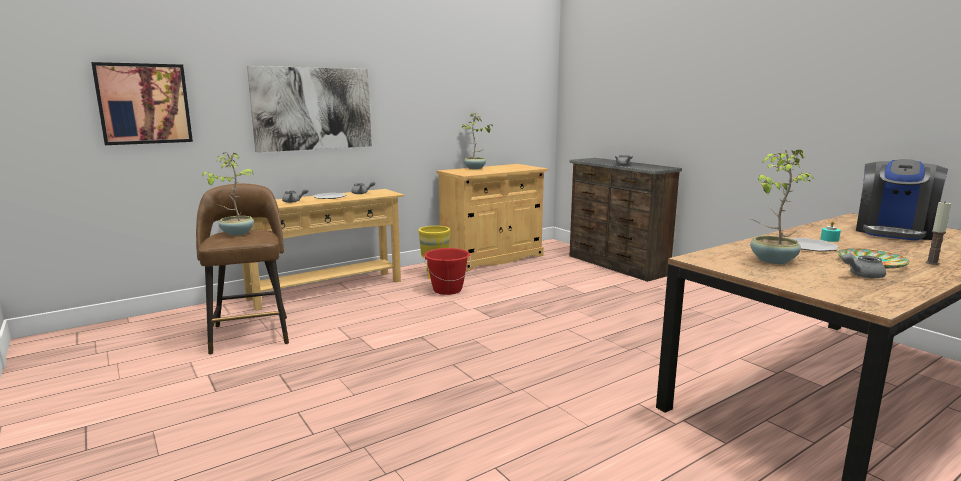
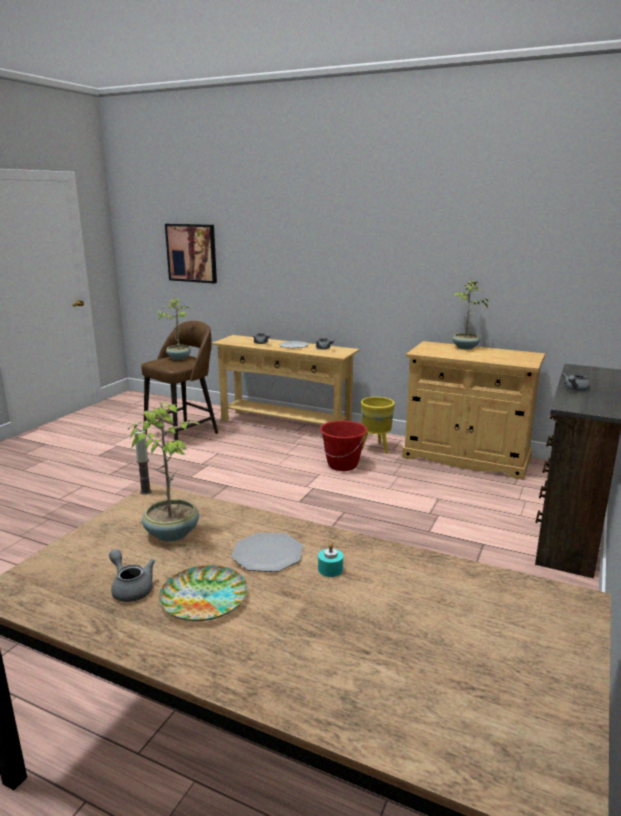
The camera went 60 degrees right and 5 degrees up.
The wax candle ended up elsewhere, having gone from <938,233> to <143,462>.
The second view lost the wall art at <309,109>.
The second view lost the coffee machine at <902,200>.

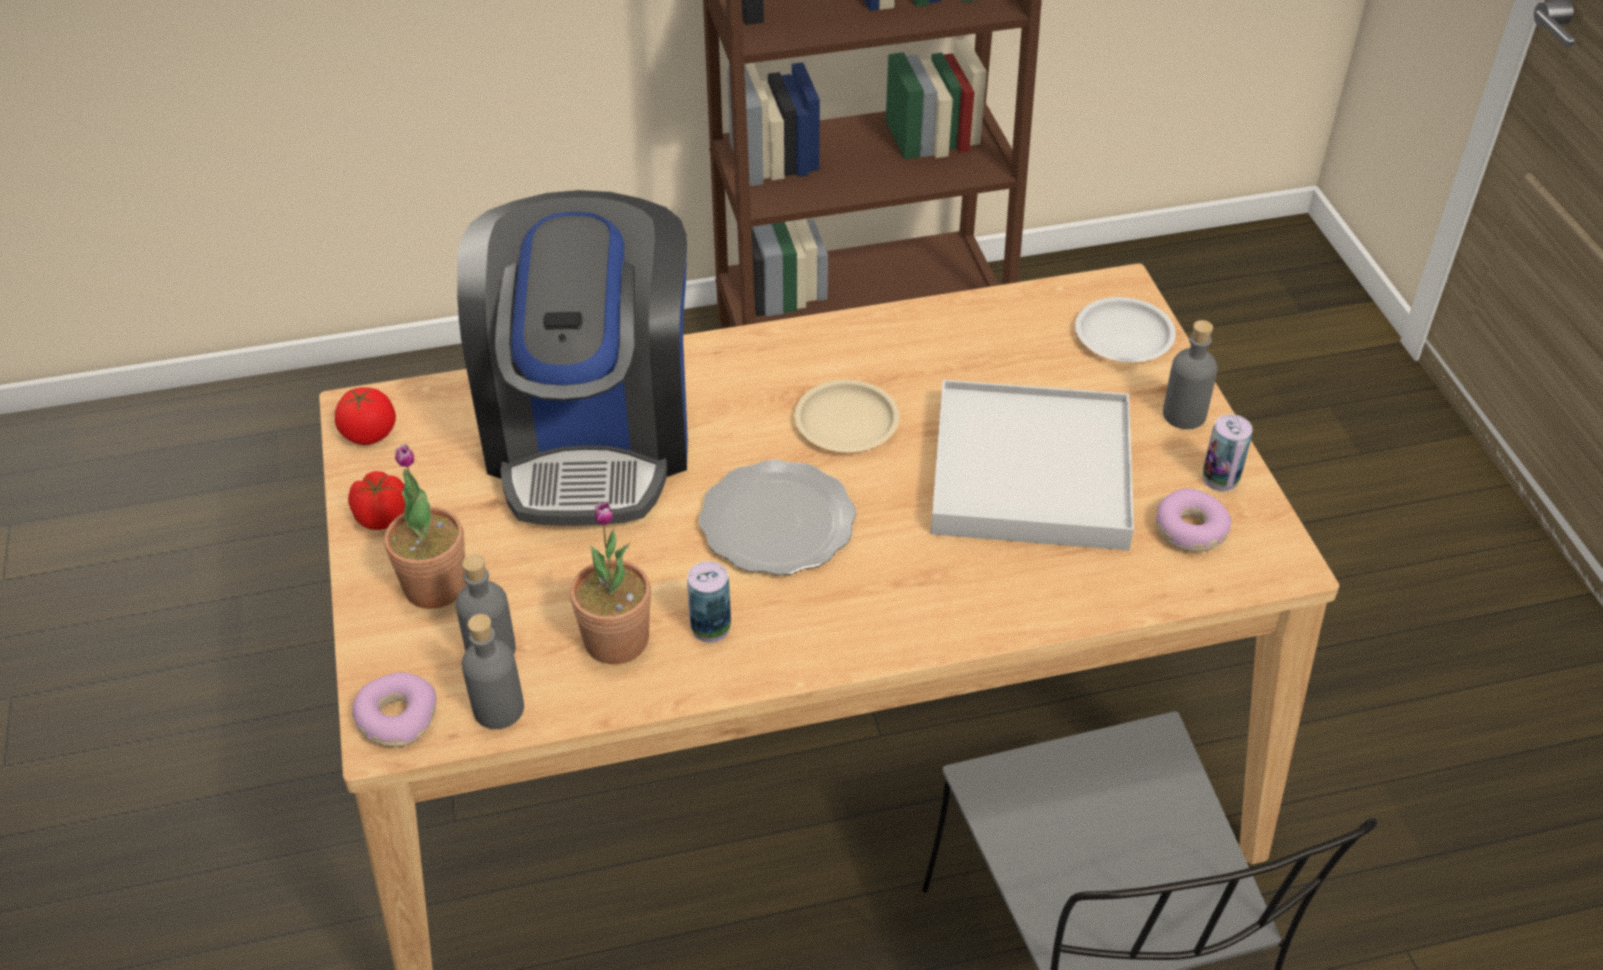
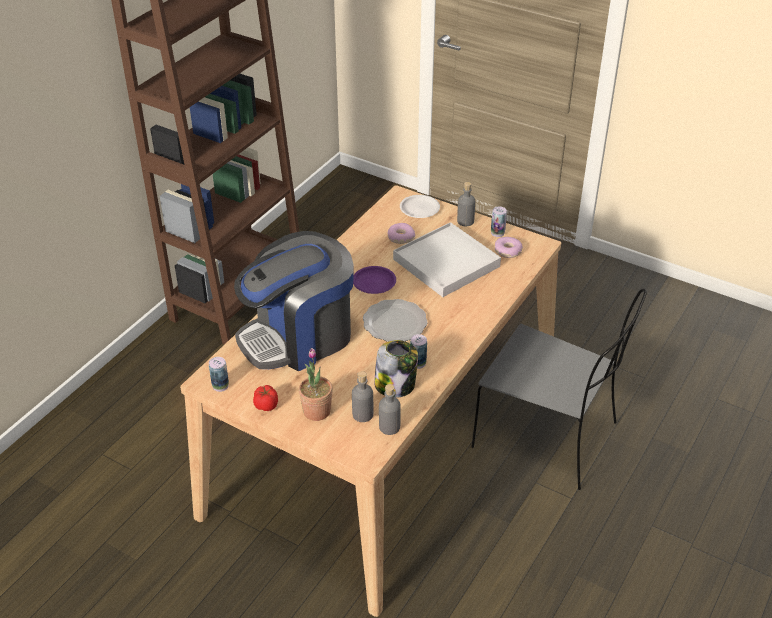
The camera went 45 degrees left and 5 degrees down.
Where the fresh tomato stood at <365,416>, the sealed can came to stand at <219,374>.
The coffee machine at <572,358> ended up facing another way, 105 degrees clockwise from before.
What was the dinner plate/beige at <847,416> turned into the dinner plate/purple-coloured at <374,280>.
Where the plant in a pot stood at <610,582>, the jar came to stand at <396,369>.
The doughnut ended up elsewhere, having gone from <394,709> to <401,233>.

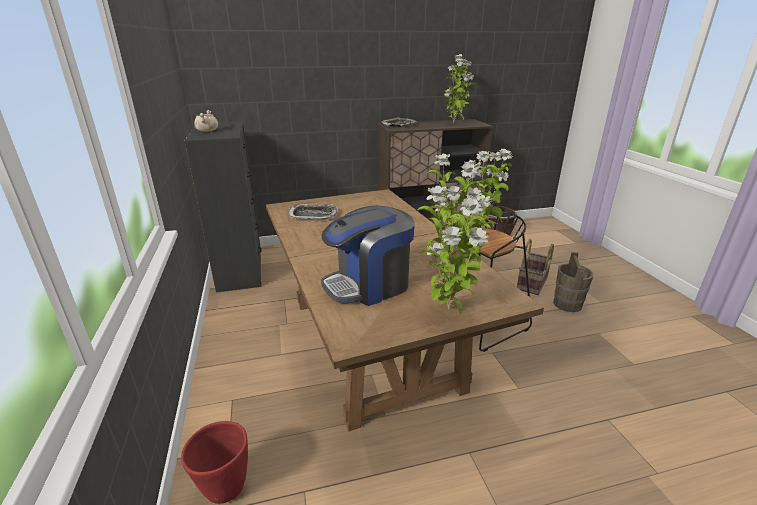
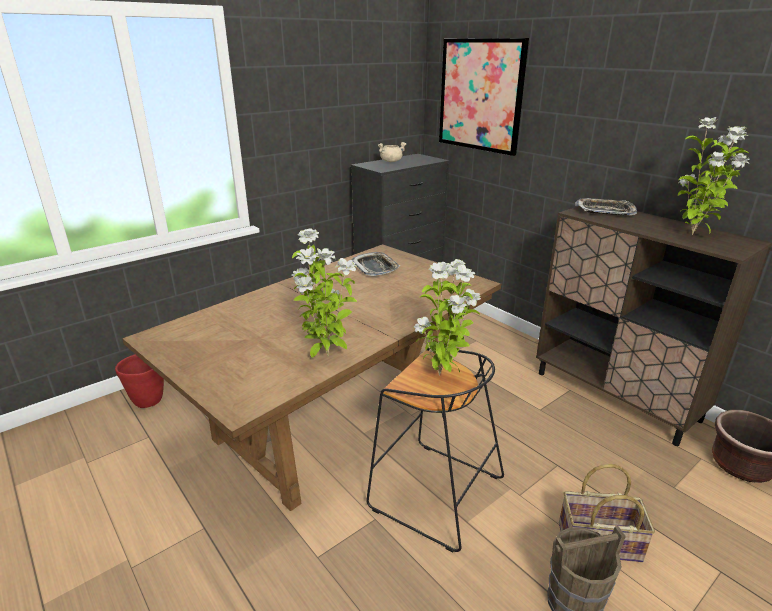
The camera went 65 degrees right and 0 degrees up.
The second view gained the wall art at <484,97>.
The second view lost the coffee machine at <368,256>.
The second view lost the plant in a pot at <454,250>.

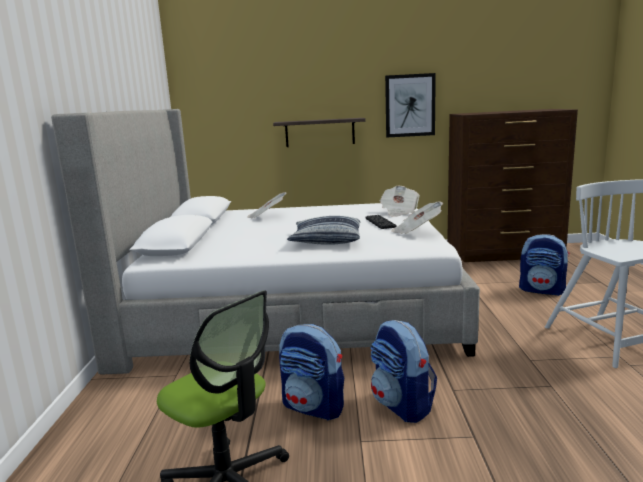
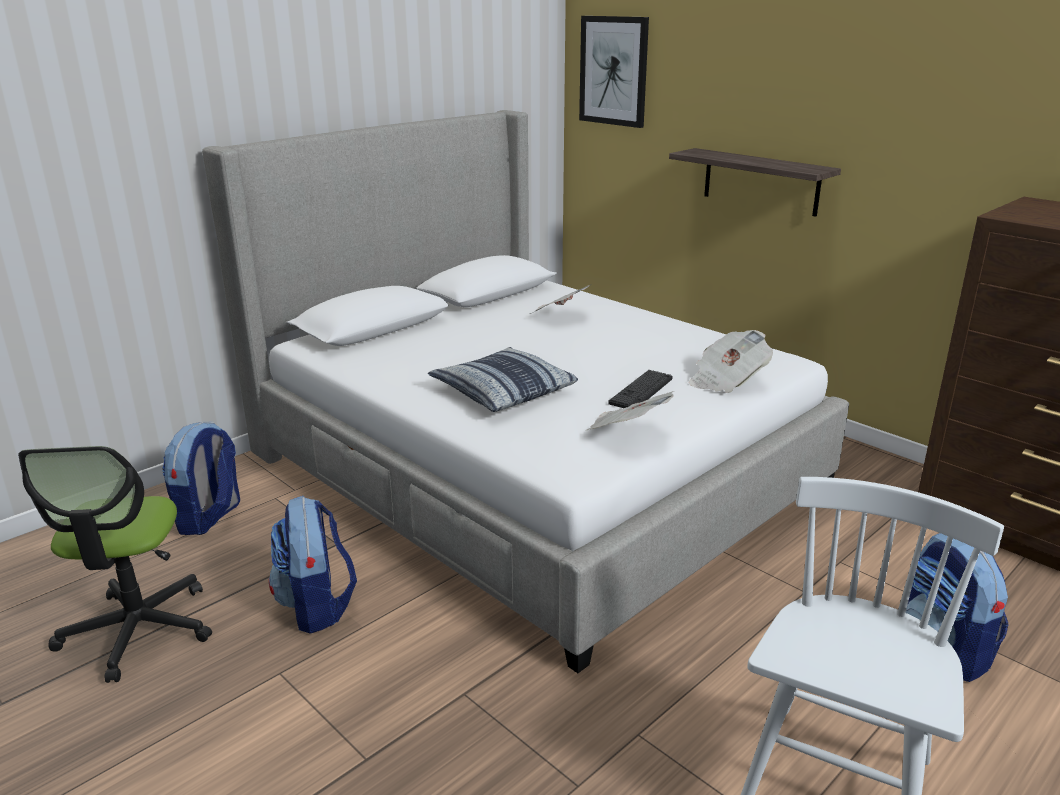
The camera went 45 degrees right and 10 degrees up.
The rucksack ended up elsewhere, having gone from <403,371> to <201,478>.
The wall art ended up elsewhere, having gone from <410,105> to <614,72>.

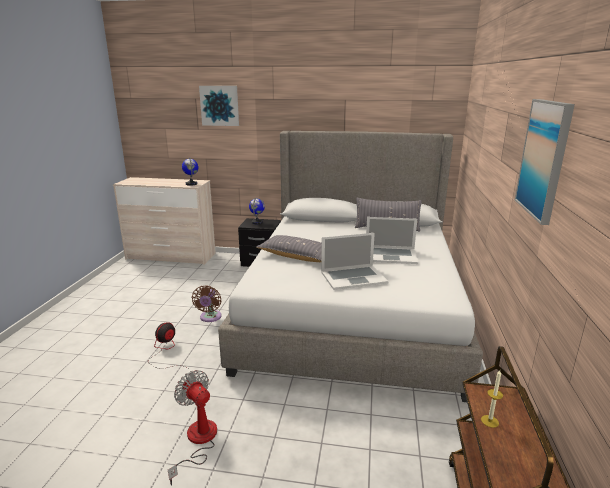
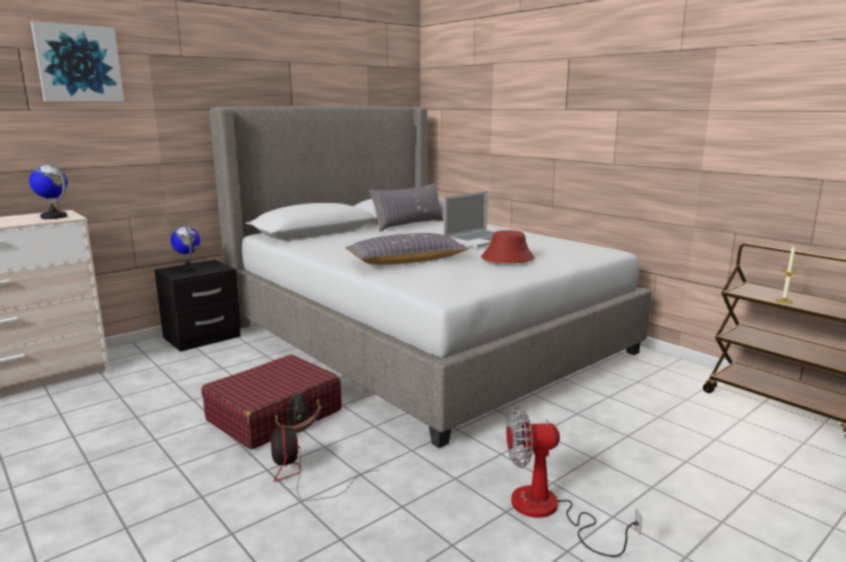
The camera went 50 degrees left and 5 degrees down.
Where the electric fan/brown-coloured stood at <207,303>, the piece of luggage/reddish came to stand at <271,402>.
Where the laptop stood at <355,261>, the wearable hat/reddish came to stand at <507,246>.
The second view lost the wall art at <545,162>.

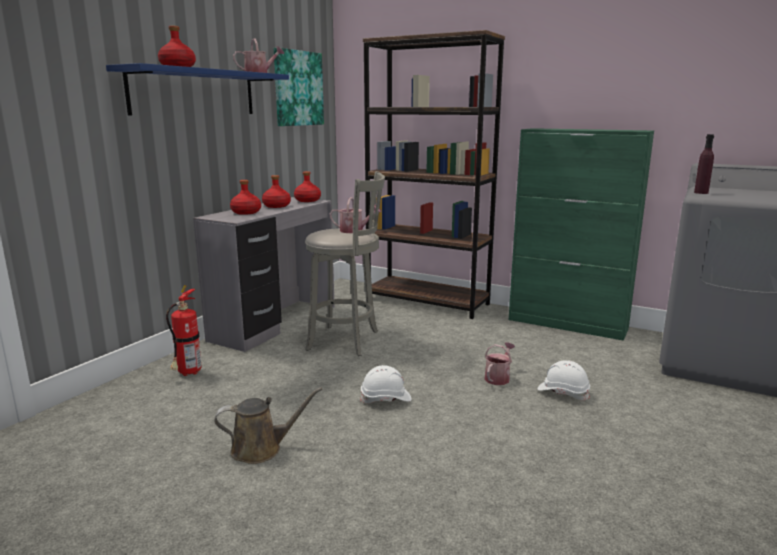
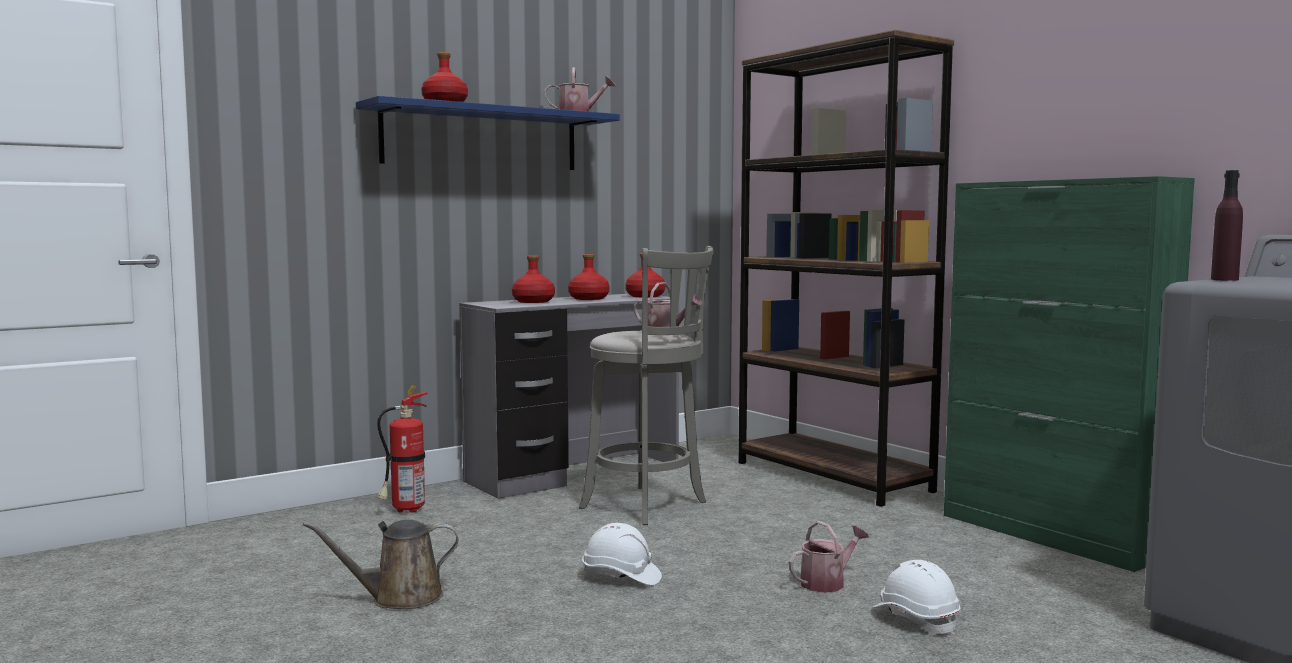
The camera went 25 degrees right and 10 degrees down.
The watering pot/brown-coloured at <268,425> ended up facing another way, 150 degrees clockwise from before.
The second view lost the wall art at <299,87>.

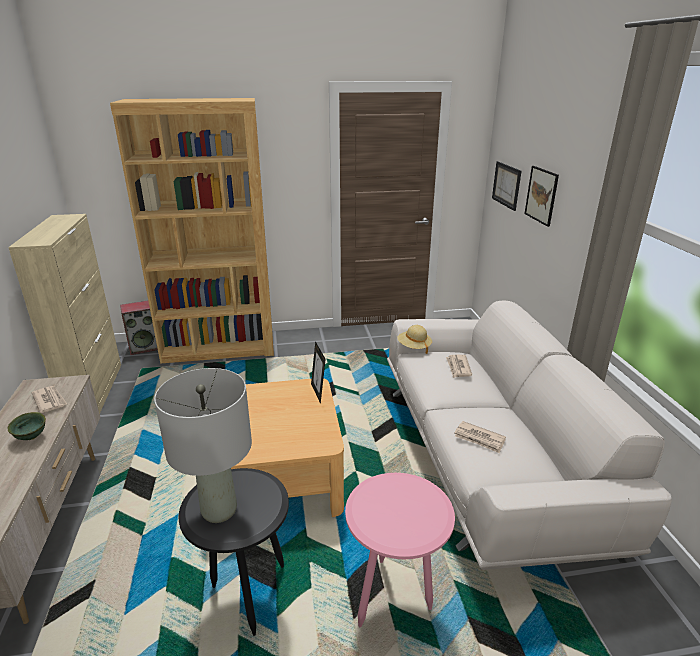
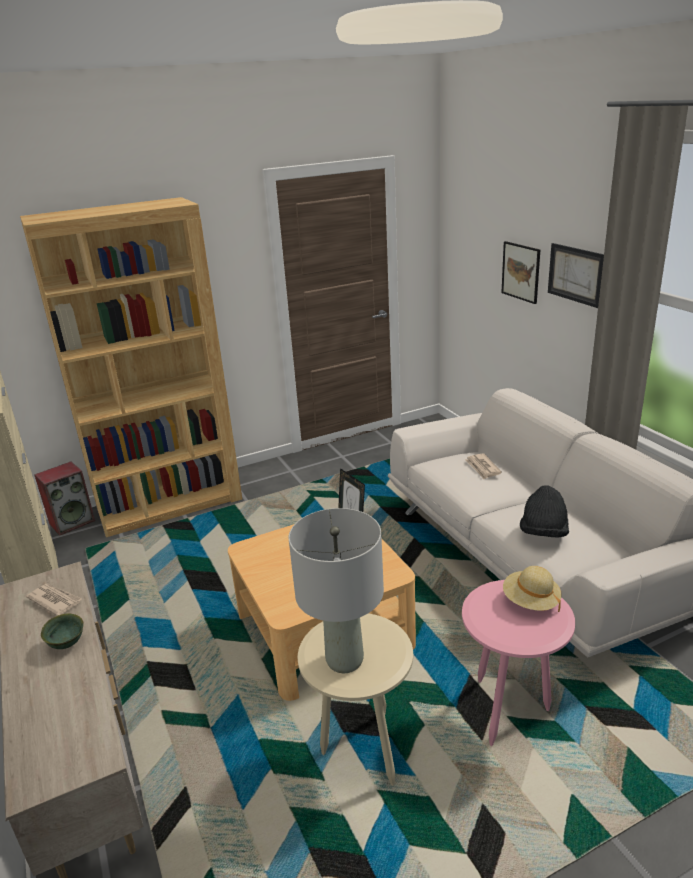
The camera went 15 degrees left and 0 degrees up.
What was the accent table/black-coloured at <234,552> turned into the accent table/beige at <355,700>.
The wearable hat/beige ended up elsewhere, having gone from <414,339> to <532,589>.
Where the newspaper stood at <480,437>, the wearable hat/black-coloured came to stand at <544,511>.
The wall art ended up elsewhere, having gone from <507,186> to <576,275>.

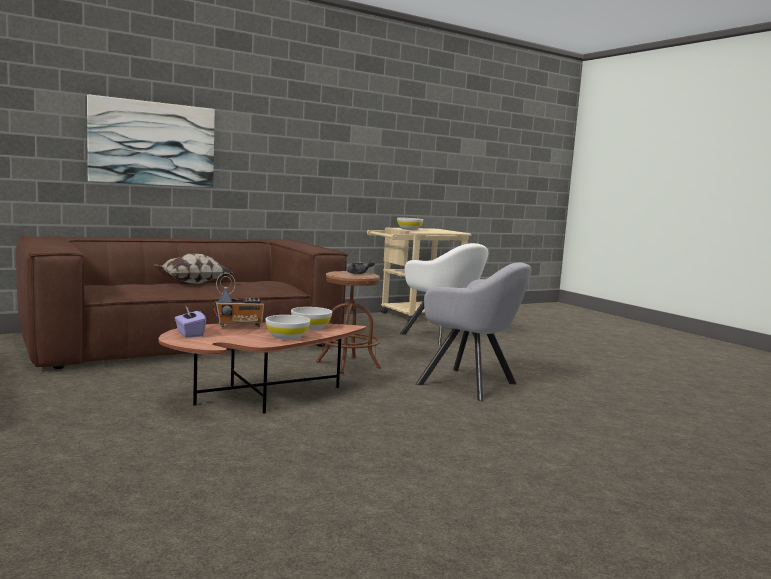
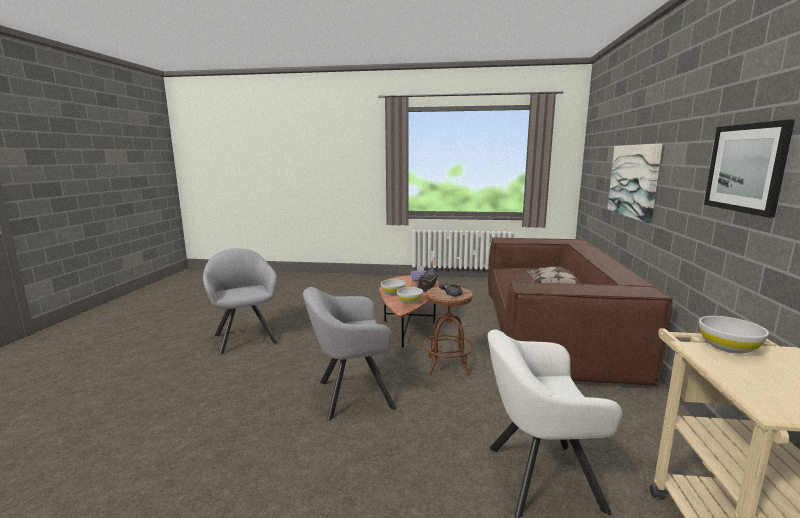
The camera went 130 degrees right and 5 degrees up.
The second view gained the lounge chair/gray at <240,301>.
The second view gained the wall art at <749,168>.

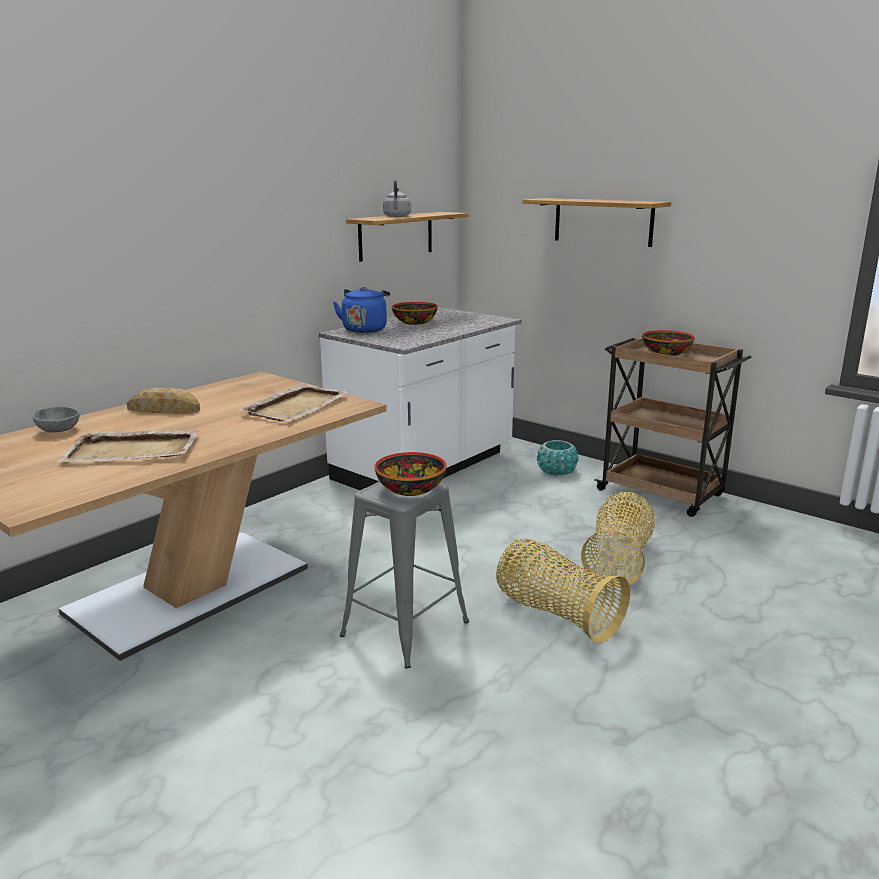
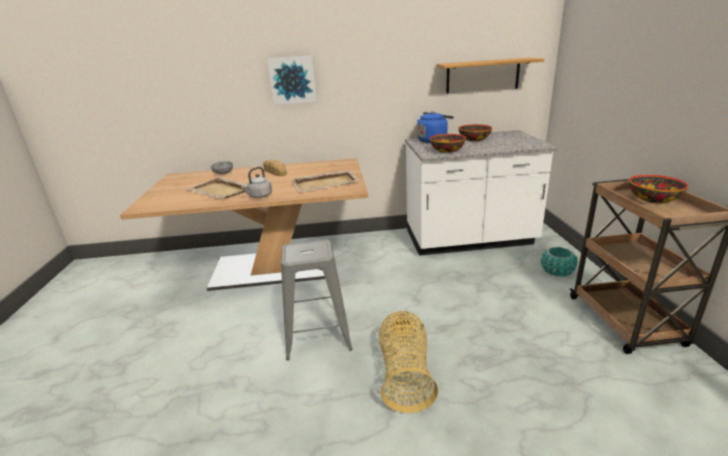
The camera went 45 degrees right and 5 degrees up.
The kettle/gray ended up elsewhere, having gone from <397,198> to <256,182>.
The second view gained the wall art at <292,80>.
The deep dish ended up elsewhere, having gone from <410,474> to <448,143>.
The second view lost the bracket shelf at <596,222>.
The second view lost the storage basket at <618,540>.

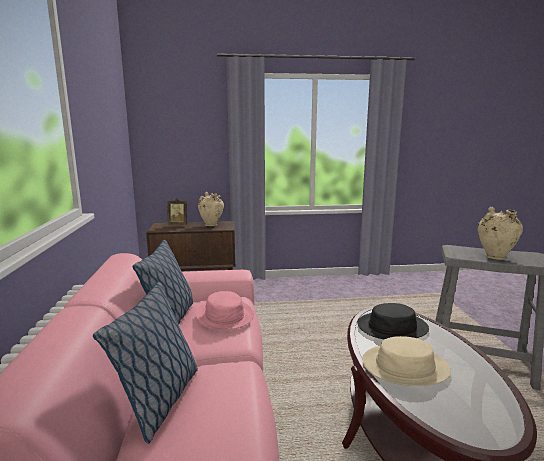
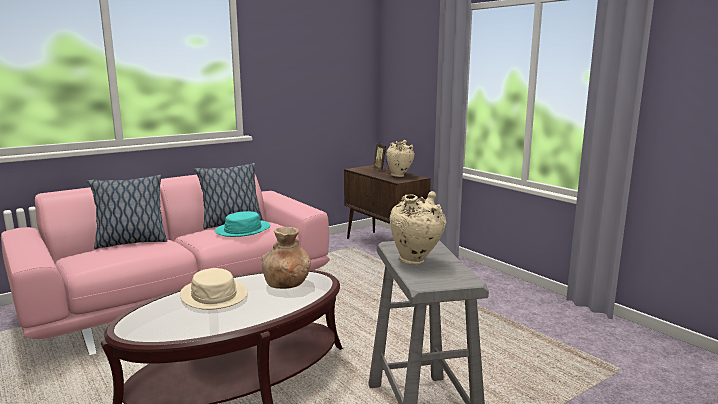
The camera went 60 degrees right and 0 degrees up.
What was the wearable hat/pink-coloured at <225,310> turned into the wearable hat/blue-green at <242,224>.
Where the wearable hat/black-coloured stood at <393,321>, the vase/brown-coloured came to stand at <286,258>.

